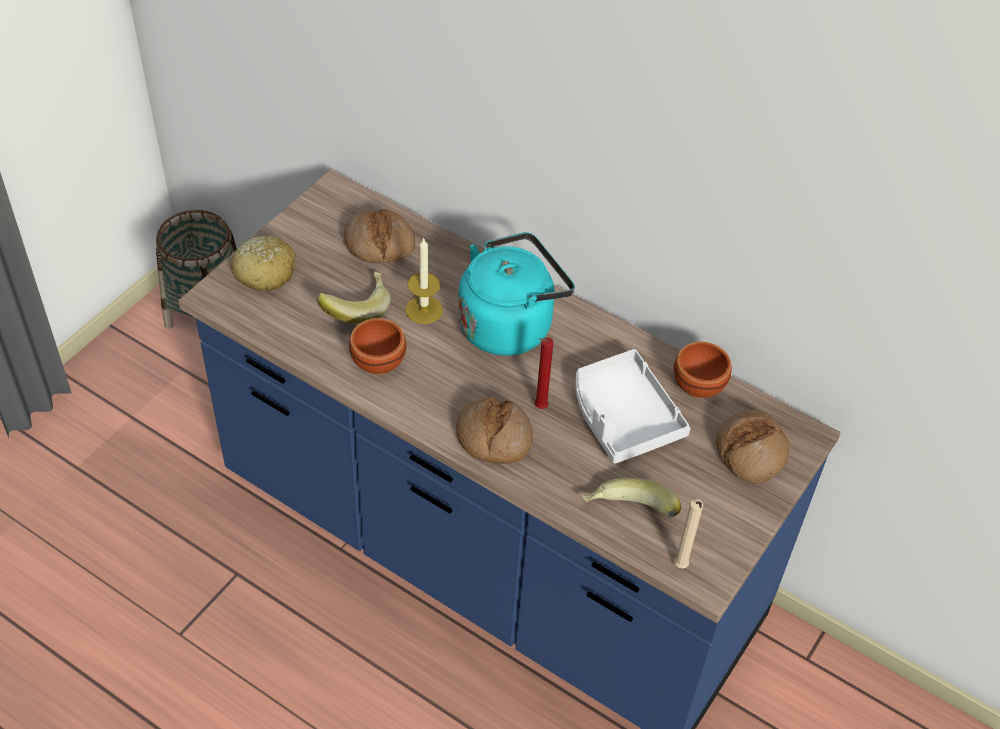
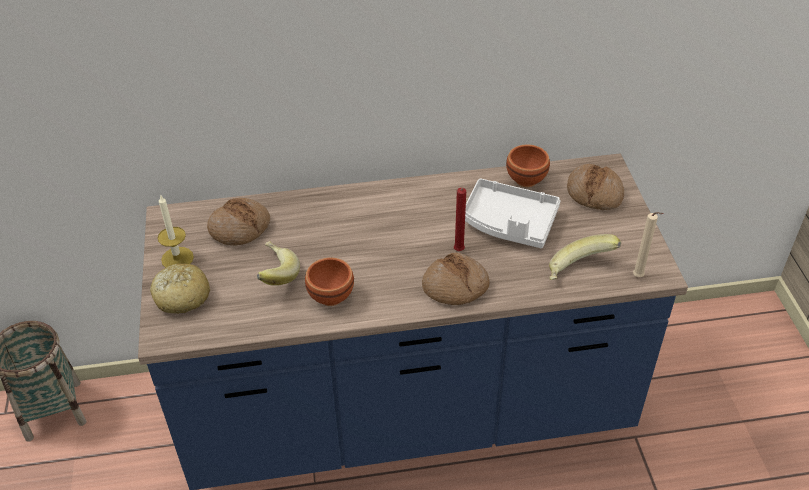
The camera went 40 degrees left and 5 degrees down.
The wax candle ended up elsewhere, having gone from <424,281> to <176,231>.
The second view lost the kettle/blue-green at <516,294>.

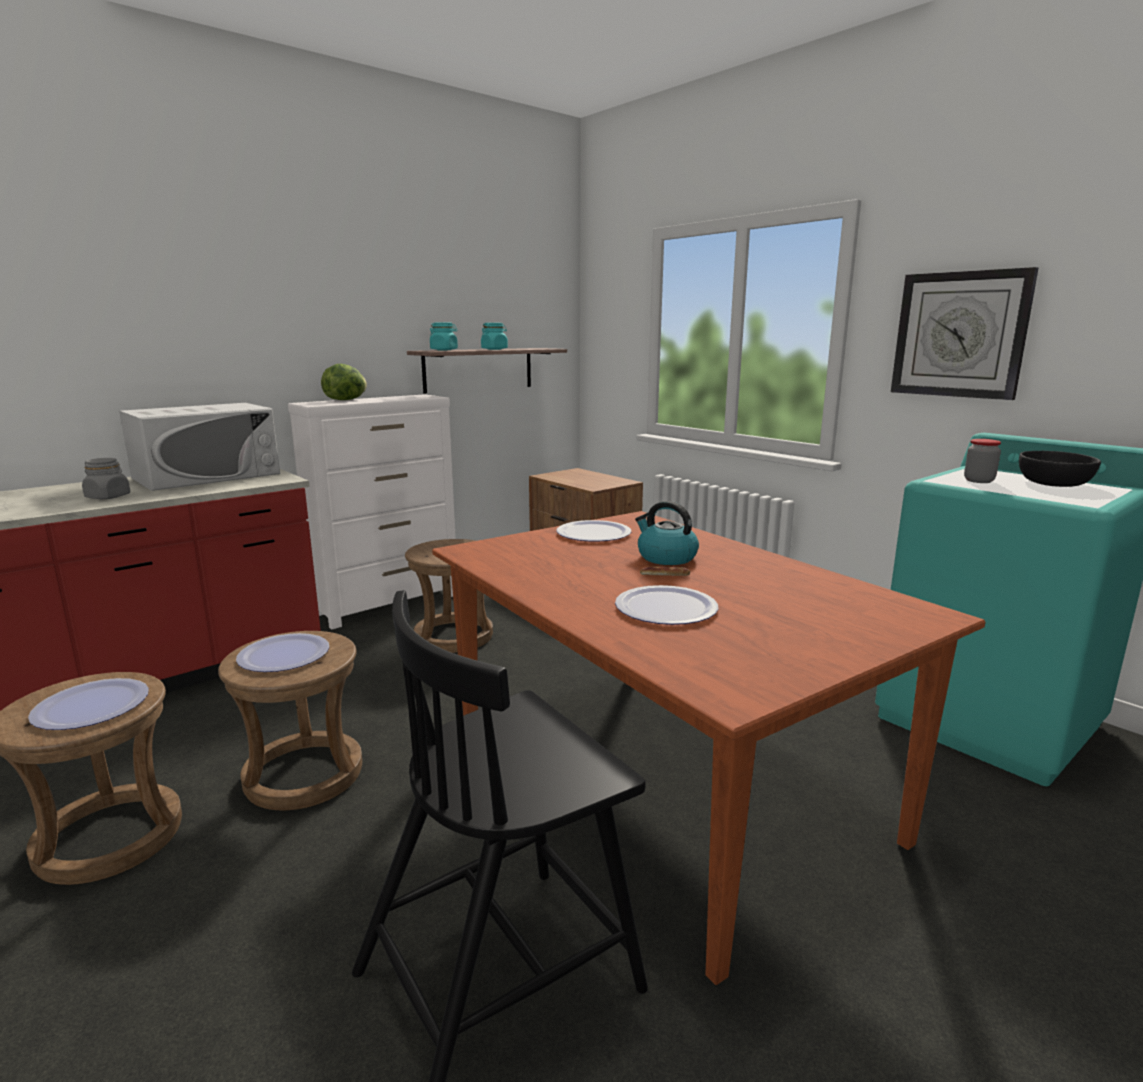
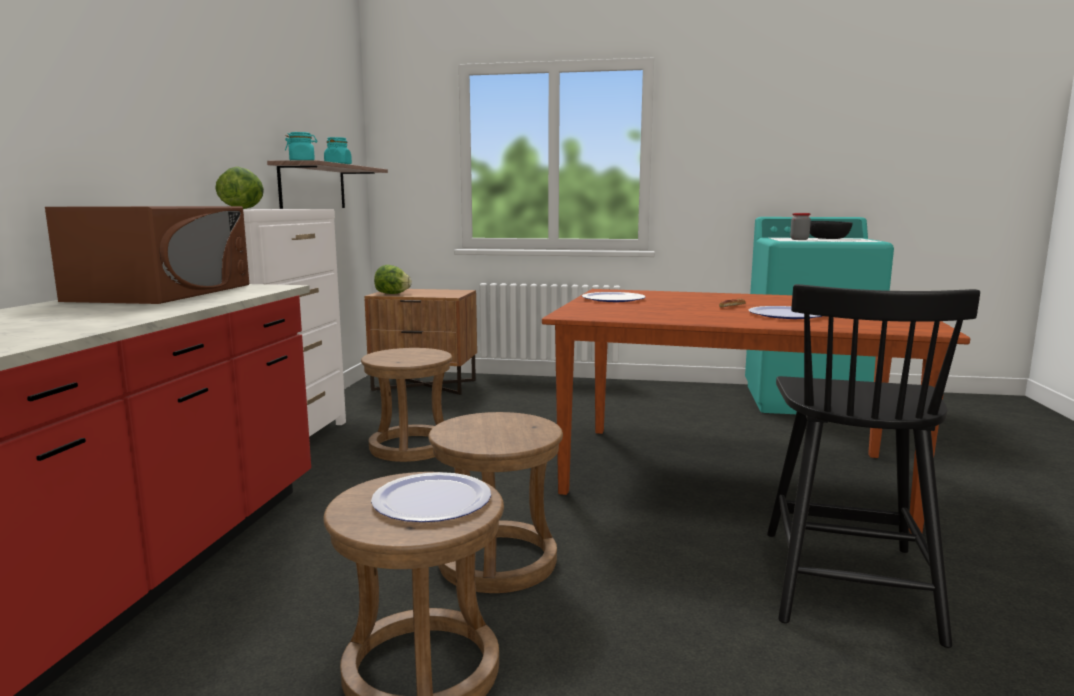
The camera went 40 degrees left and 5 degrees down.
What was the kitchen microwave/whitish at <199,447> turned into the kitchen microwave/brown-coloured at <147,255>.
The second view gained the lettuce at <393,279>.
The second view lost the jar/gray at <106,478>.
The second view lost the dinner plate at <282,652>.
The second view lost the kettle at <667,533>.
The second view lost the hanging clock at <964,333>.

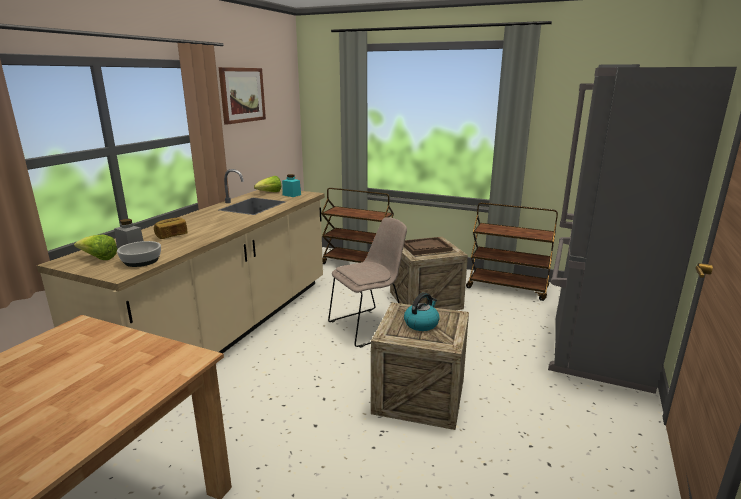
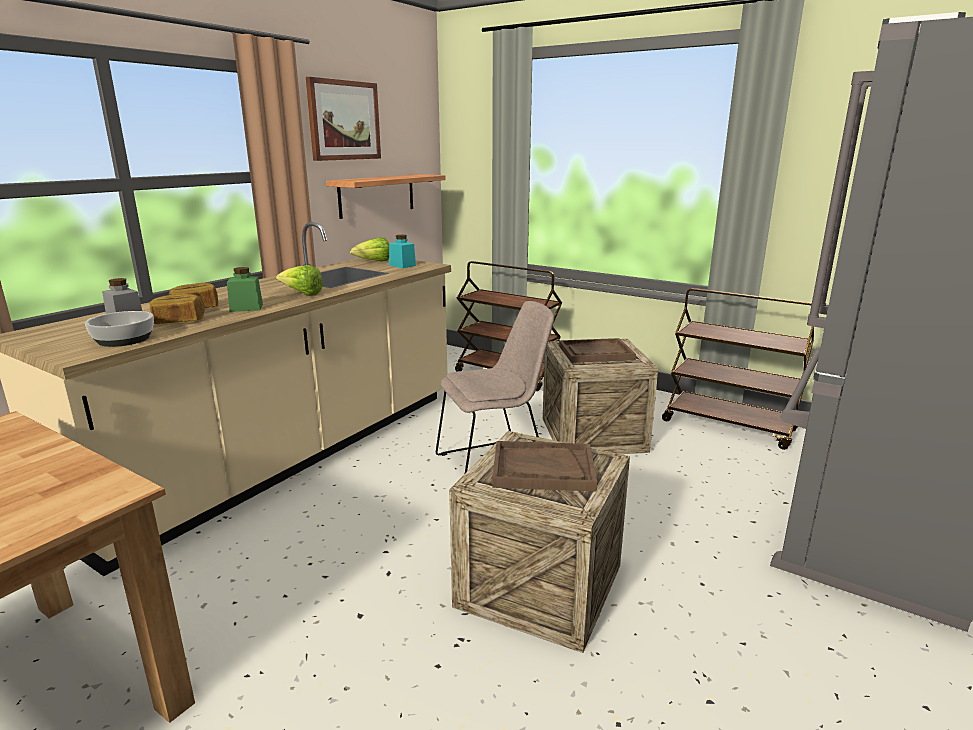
The camera went 10 degrees right and 0 degrees up.
The second view gained the baked bread at <177,309>.
The second view gained the jar/greenish at <245,289>.
The lettuce ended up elsewhere, having gone from <95,247> to <299,280>.
The second view gained the bracket shelf at <386,196>.
Where the kettle stood at <422,312>, the carrying tray/brown-coloured came to stand at <544,466>.

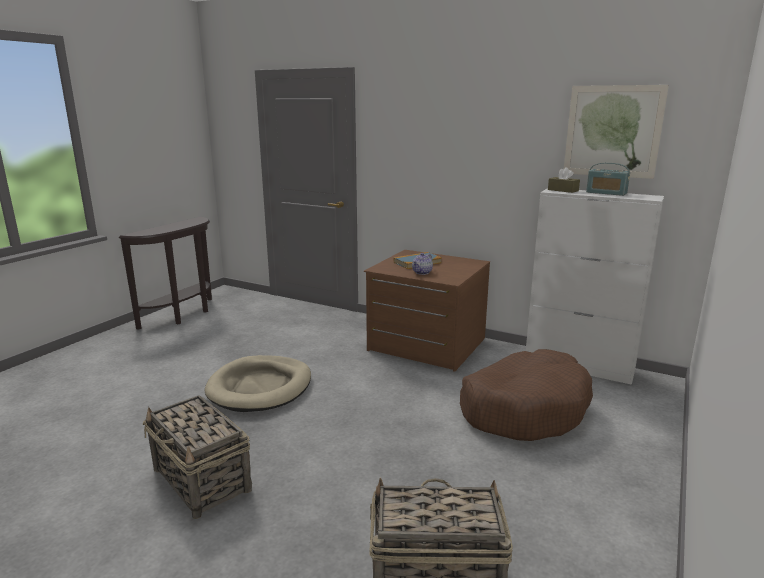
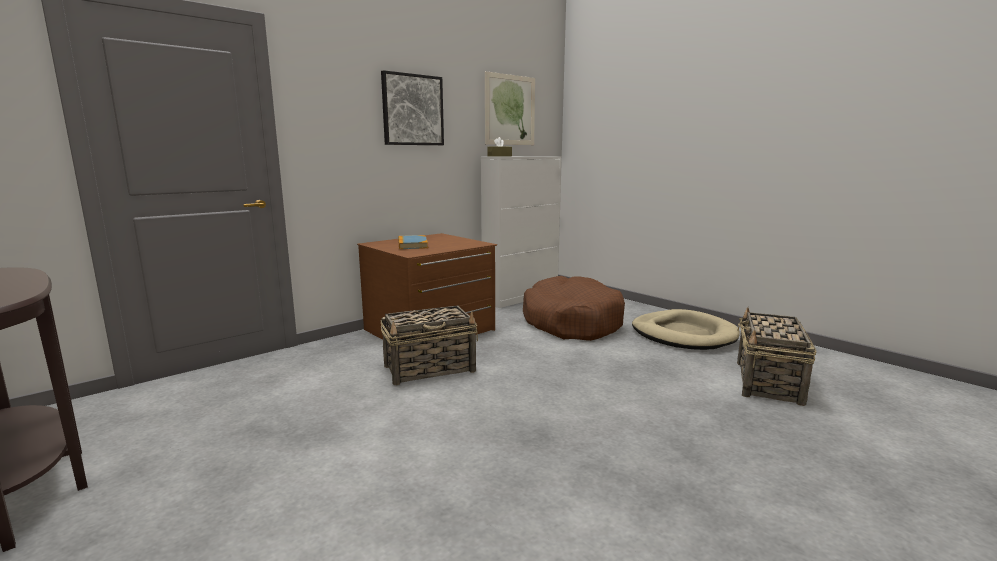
The camera went 70 degrees left and 5 degrees down.
The second view gained the wall art at <412,107>.
The storage basket ended up elsewhere, having gone from <197,457> to <429,345>.
The dog cushion/beige ended up elsewhere, having gone from <258,383> to <686,329>.
The second view lost the teapot at <422,264>.
The second view lost the radio receiver at <608,179>.

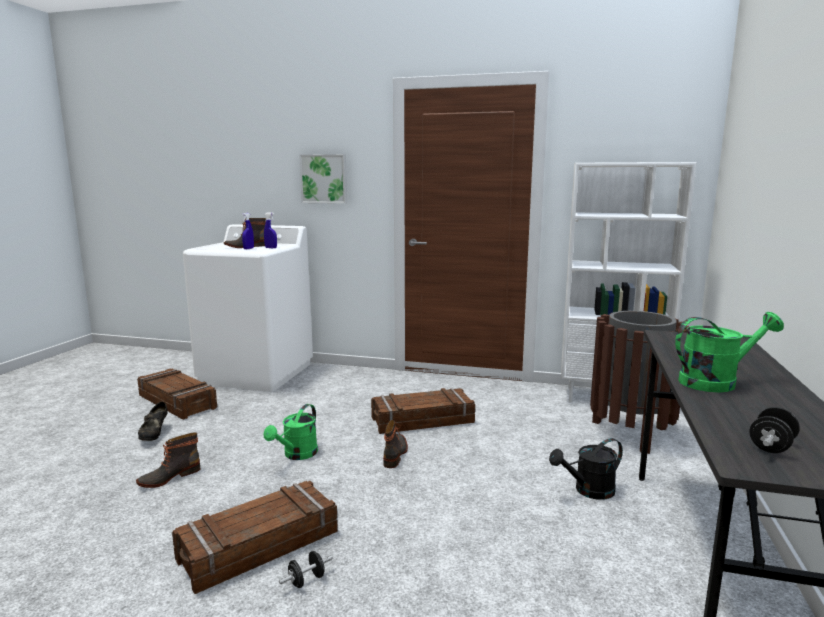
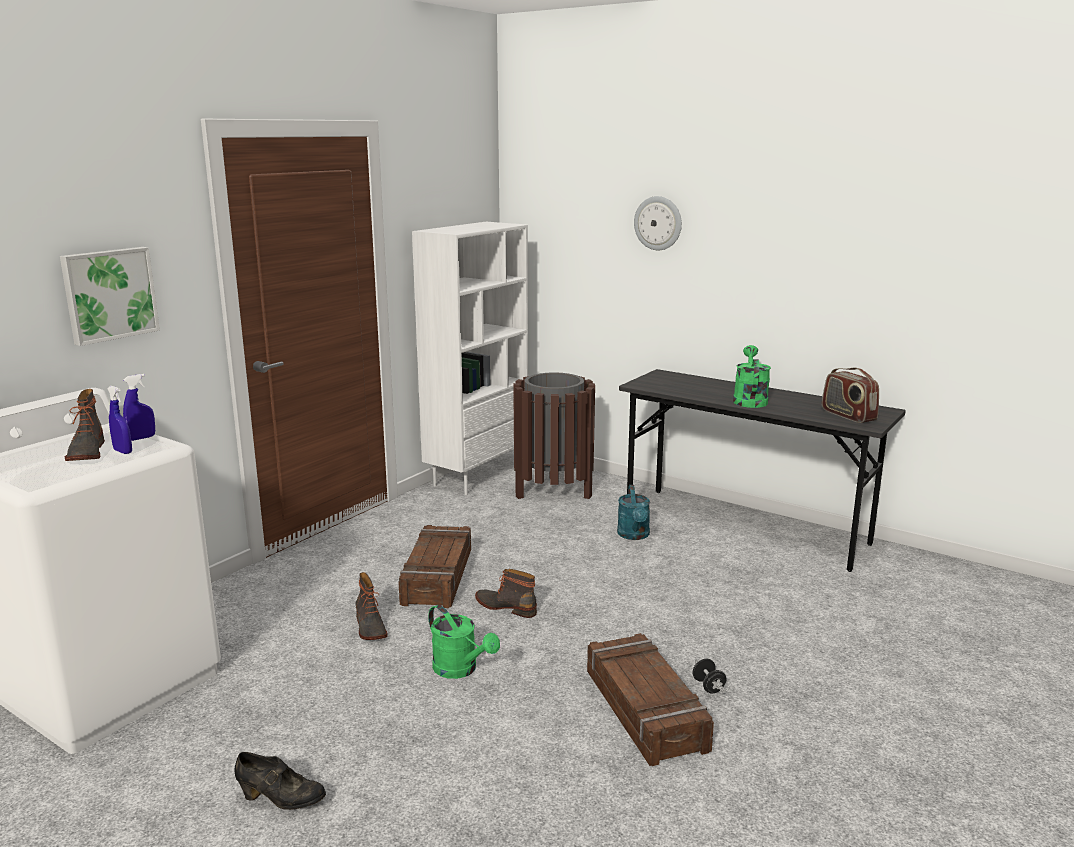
The camera went 70 degrees left and 5 degrees up.
The boot ended up elsewhere, having gone from <168,460> to <371,606>.
What was the watering pot/black-coloured at <586,469> turned into the watering pot/blue-green at <633,512>.
The second view gained the hanging clock at <658,223>.
Where the dumbbell/black-coloured stood at <775,430>, the radio receiver came to stand at <850,395>.
The second view lost the shipping crate at <177,394>.

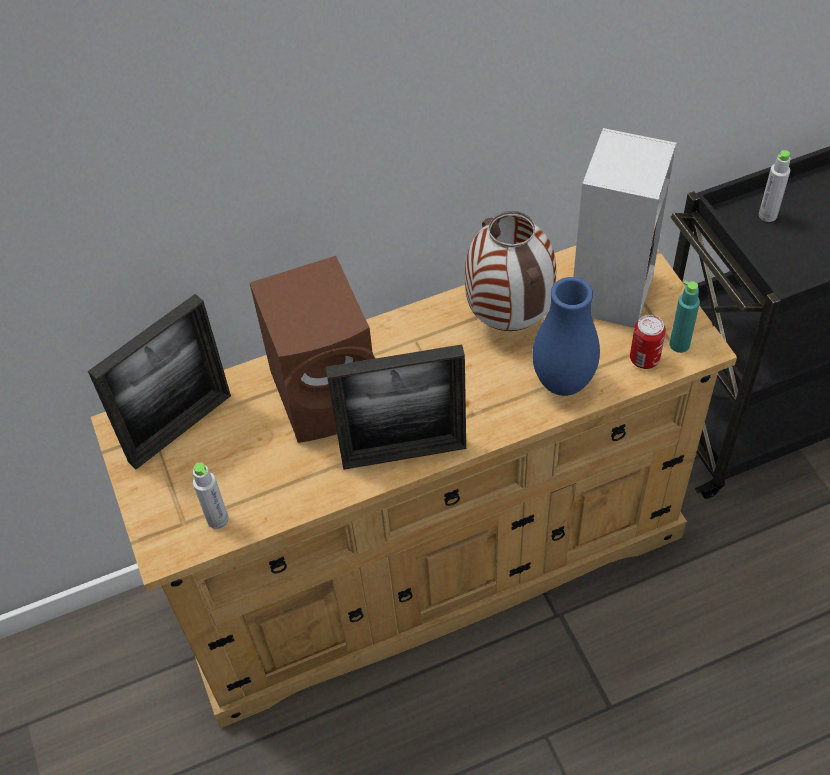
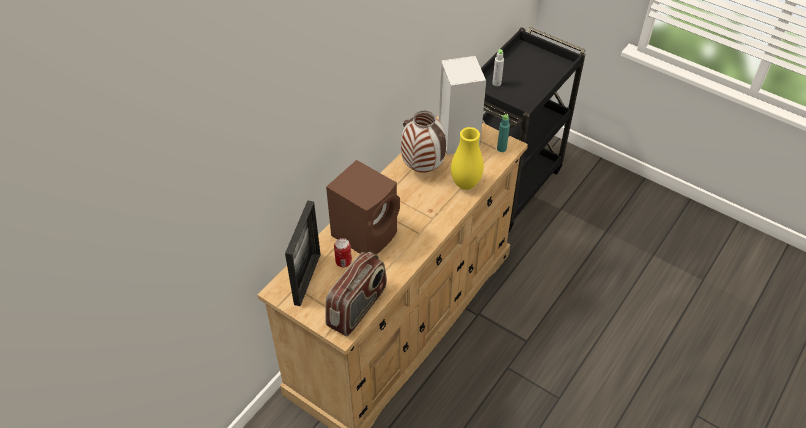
The camera went 35 degrees left and 5 degrees down.
Where the beverage bottle/gray stood at <211,495>, the radio receiver came to stand at <356,294>.
The sealed can ended up elsewhere, having gone from <648,342> to <343,252>.
What was the vase/blue-coloured at <566,336> turned into the vase/yellow-coloured at <467,158>.
The second view lost the picture frame at <396,407>.

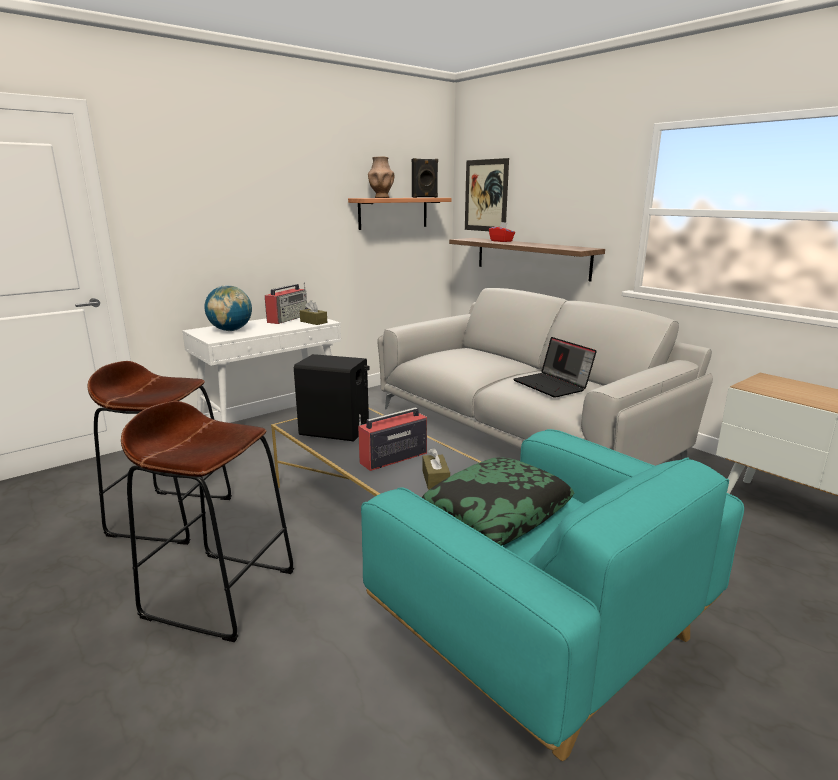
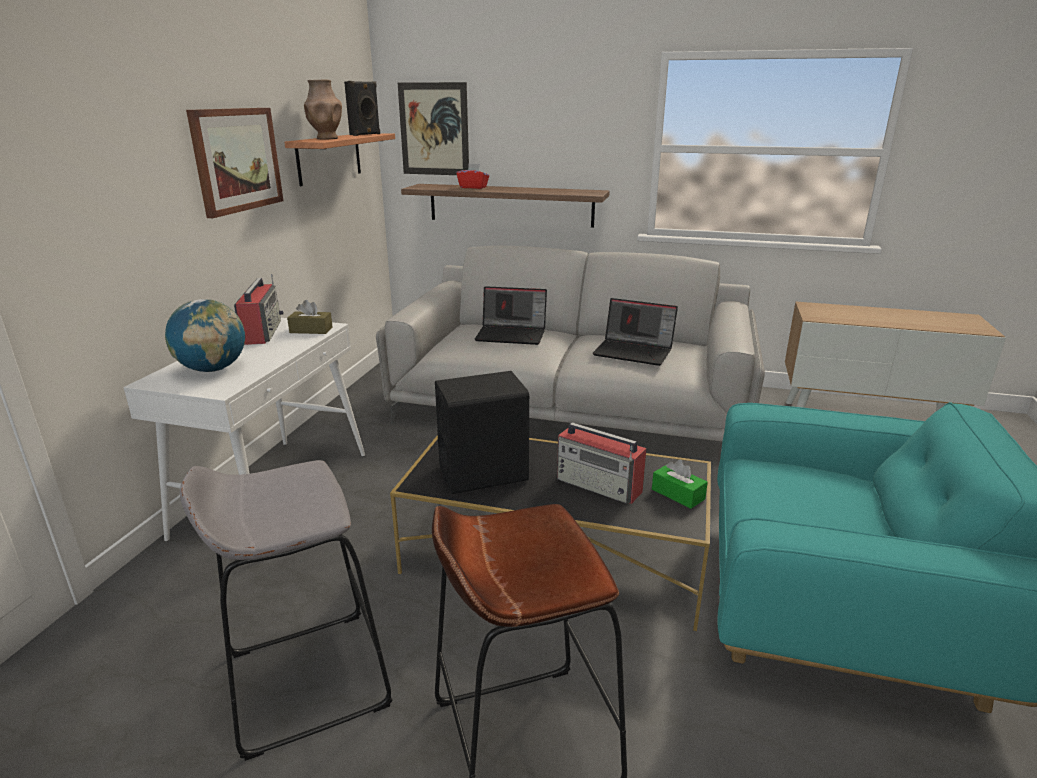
The camera went 35 degrees left and 5 degrees up.
What was the stool/brown-coloured at <159,453> turned into the stool/gray at <286,610>.
The second view gained the wall art at <235,163>.
The second view gained the laptop at <511,315>.
The radio receiver at <392,439> ended up facing another way, 75 degrees counterclockwise from before.
What was the tissue box/brown-coloured at <436,469> turned into the tissue box/greenish at <680,484>.
The second view lost the throw pillow at <498,501>.

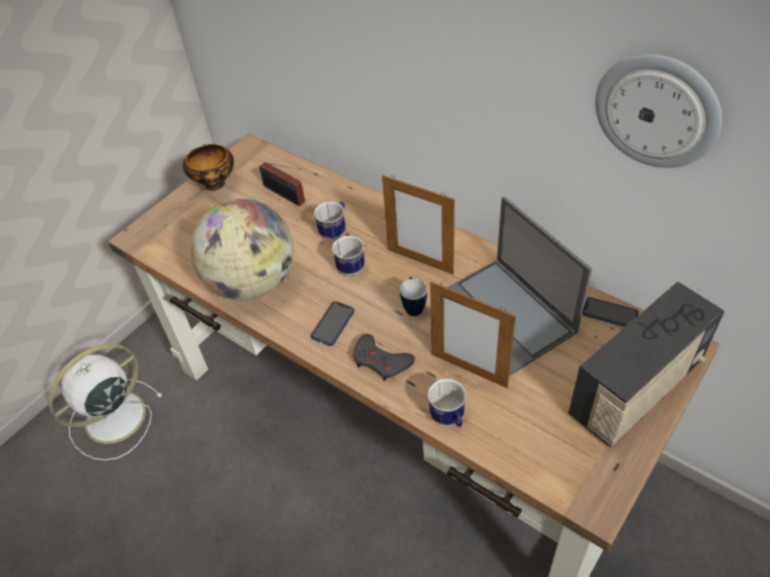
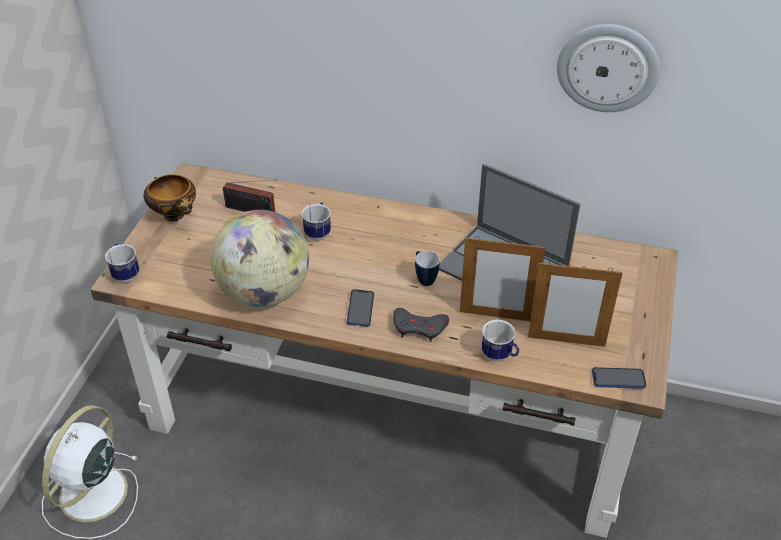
The camera went 25 degrees left and 5 degrees down.
The coffee mug ended up elsewhere, having gone from <348,254> to <122,263>.
The picture frame ended up elsewhere, having gone from <418,224> to <575,304>.
The handset ended up elsewhere, having gone from <610,312> to <619,378>.
The second view lost the radio receiver at <646,365>.

